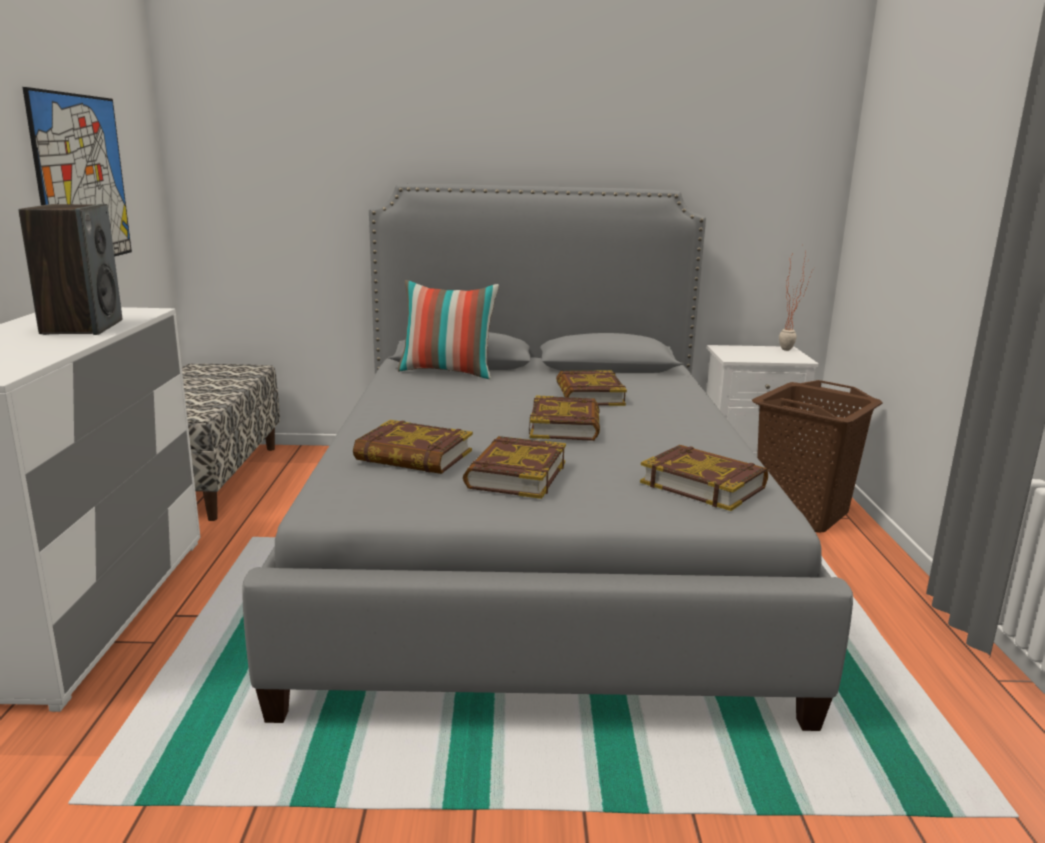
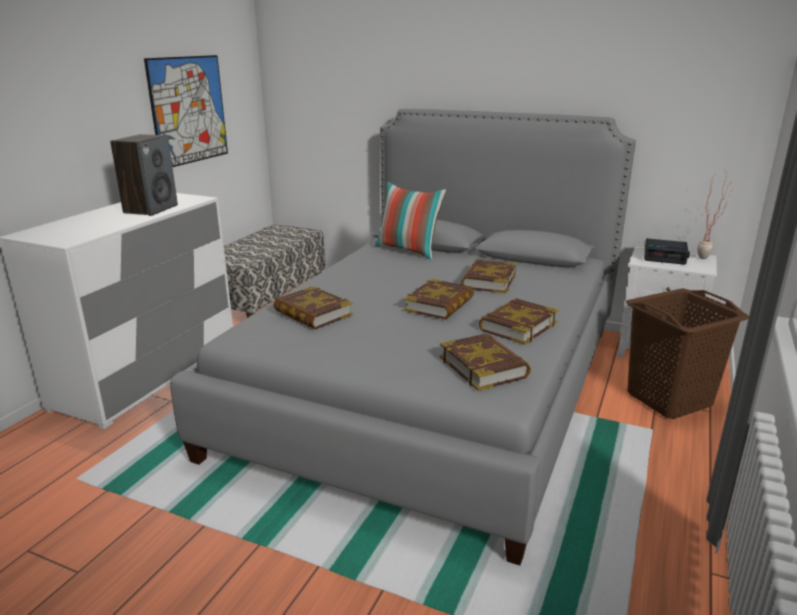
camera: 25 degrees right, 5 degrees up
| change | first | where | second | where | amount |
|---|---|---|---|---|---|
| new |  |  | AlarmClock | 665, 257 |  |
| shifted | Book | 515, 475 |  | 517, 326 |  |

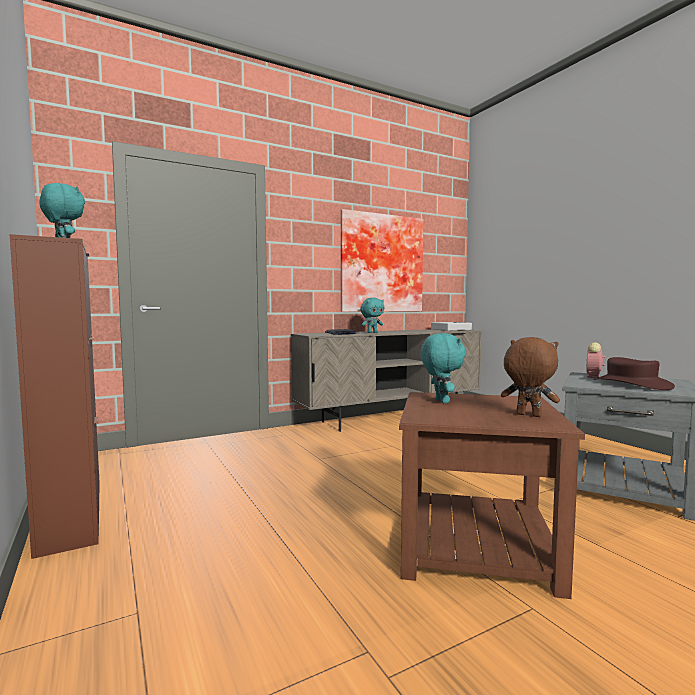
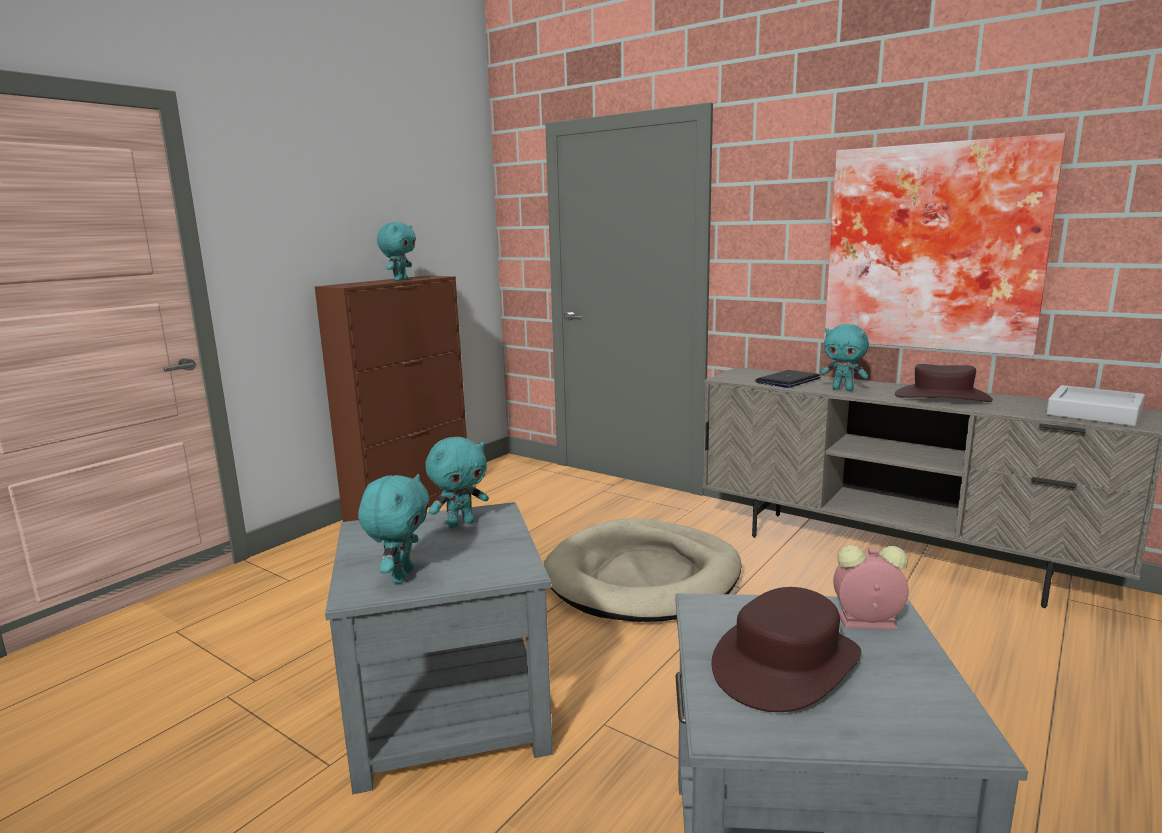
camera: 65 degrees right, 10 degrees up
| change | first | where | second | where | amount |
|---|---|---|---|---|---|
| new |  |  | BeigeDogBed | 643, 577 |  |
| new |  |  | BrownHat | 942, 397 |  |
| repainted | BrownSideTable | 475, 545 | GreySideTable | 449, 710 |  |
| repainted | BrownPlushToy | 528, 415 | TurquoisePlushToy | 401, 576 |  |

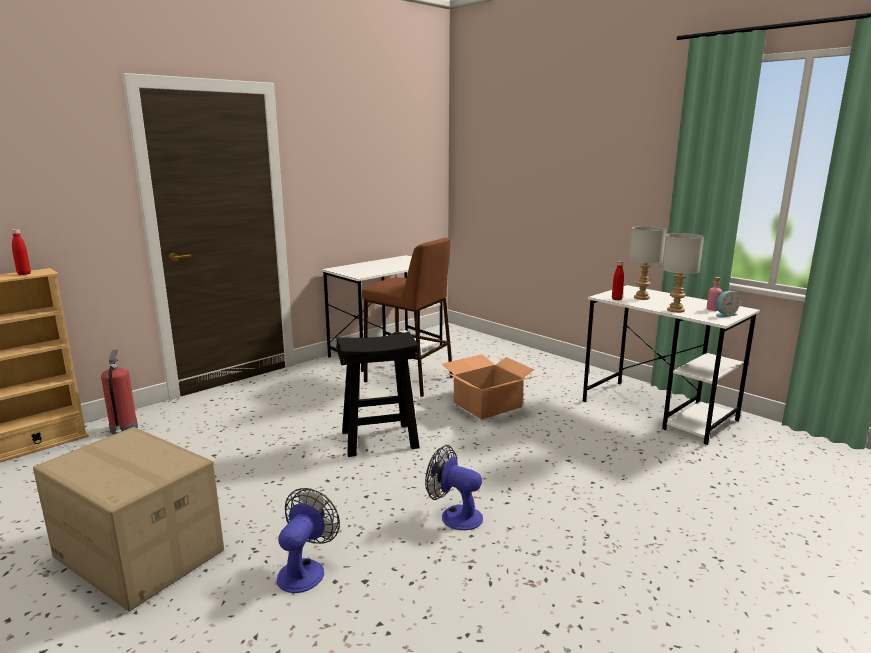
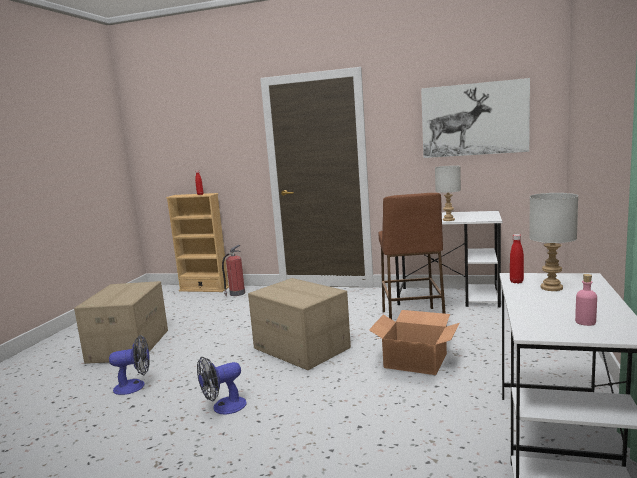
camera: 60 degrees right, 5 degrees down
| change | first | where | second | where | amount |
|---|---|---|---|---|---|
| gone | AlarmClock | 724, 314 |  |  |  |
| new |  |  | Picture | 474, 119 |  |
| shifted | GreyTableLamp | 676, 310 |  | 449, 220 |  |
| swapped | BlackStool | 380, 439 | CardboardBox | 302, 348 |  |
| rotated | Fan | 454, 515 |  | 223, 407 | 120 degrees counterclockwise |

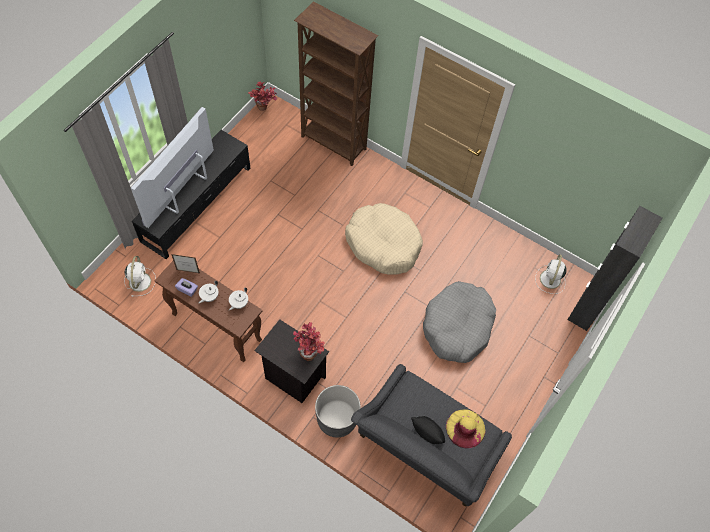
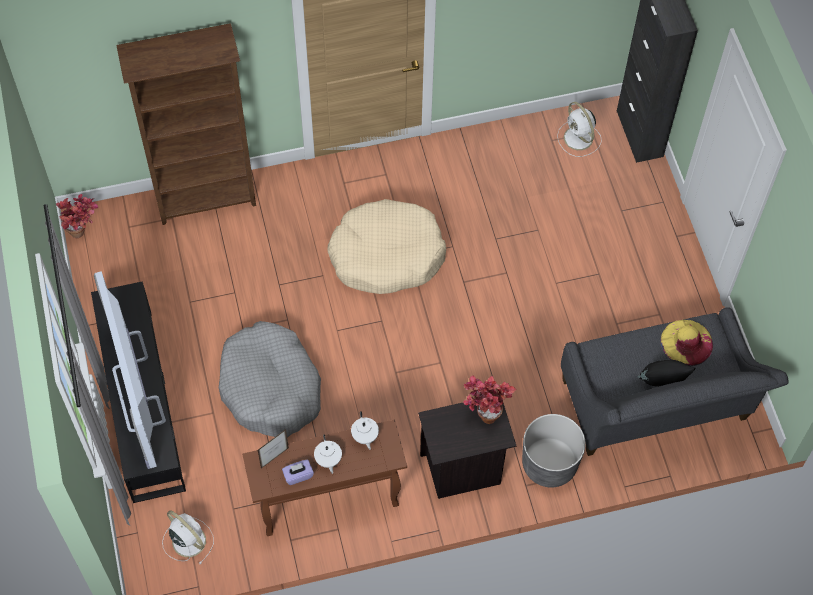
camera: 45 degrees left, 0 degrees up
| change | first | where | second | where | amount |
|---|---|---|---|---|---|
| shifted | GreyDogBed | 457, 327 |  | 271, 387 |  |

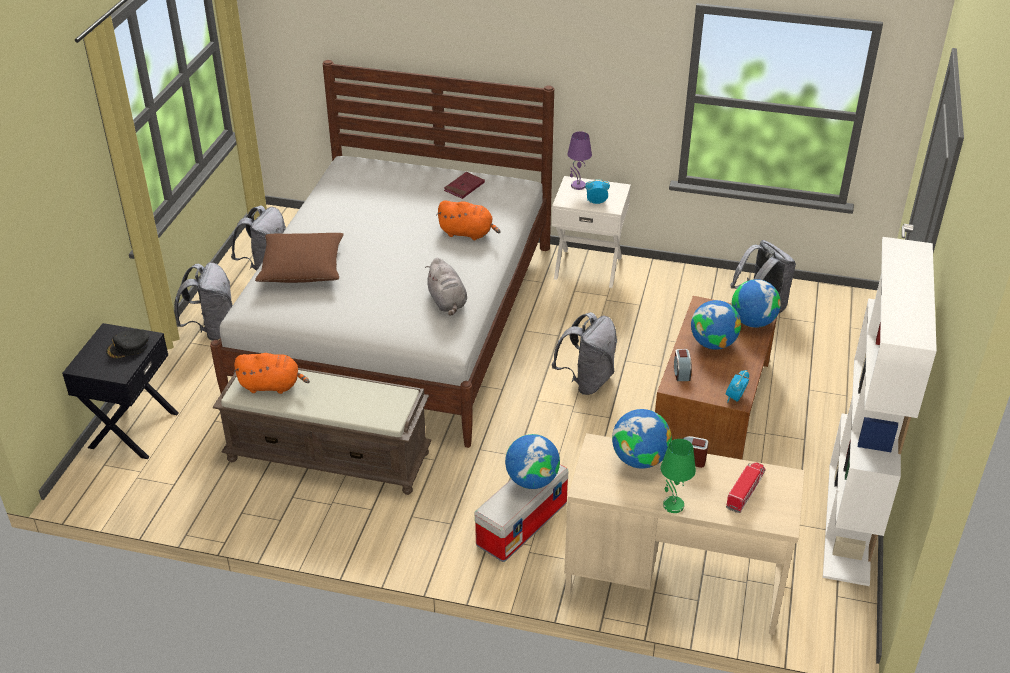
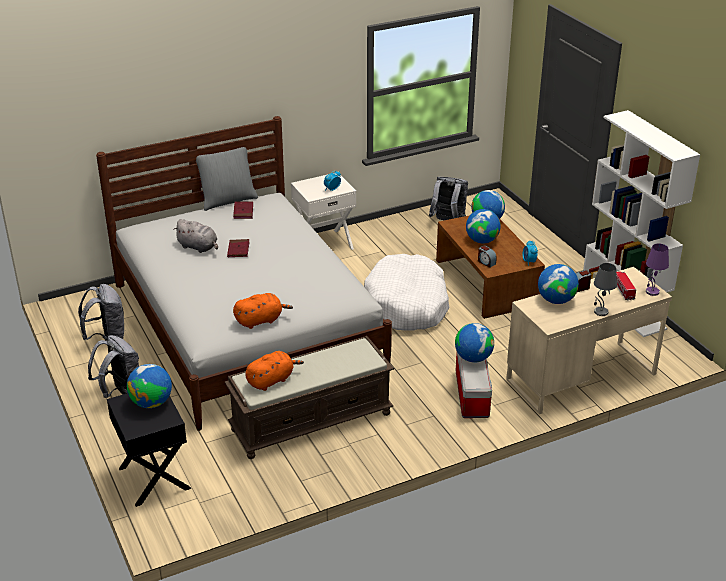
camera: 40 degrees left, 5 degrees down
| change | first | where | second | where | amount |
|---|---|---|---|---|---|
| gone | BrownPillow | 302, 268 |  |  |  |
| new |  |  | GreyPillow | 228, 200 |  |
| new |  |  | RedBook | 238, 250 |  |
| shifted | GreyPlushToy | 447, 302 |  | 199, 247 |  |
| shifted | OrangePlushToy | 468, 233 |  | 260, 320 |  |
| shifted | PurpleTableLamp | 577, 186 |  | 652, 292 |  |
| swapped | BlackCap | 128, 347 | Globe | 151, 403 |  |
| swapped | GreyBackpack | 587, 381 | WhiteDogBed | 407, 305 |  |
| repainted | GreenTableLamp | 672, 505 | GreyTableLamp | 600, 312 |  |

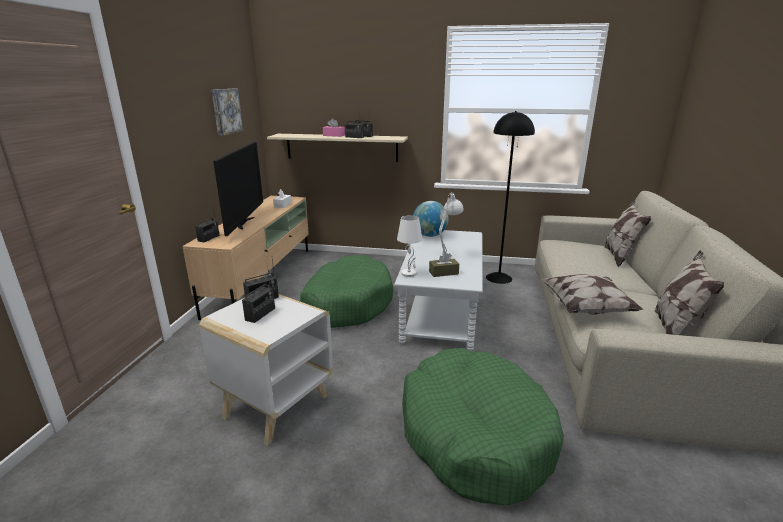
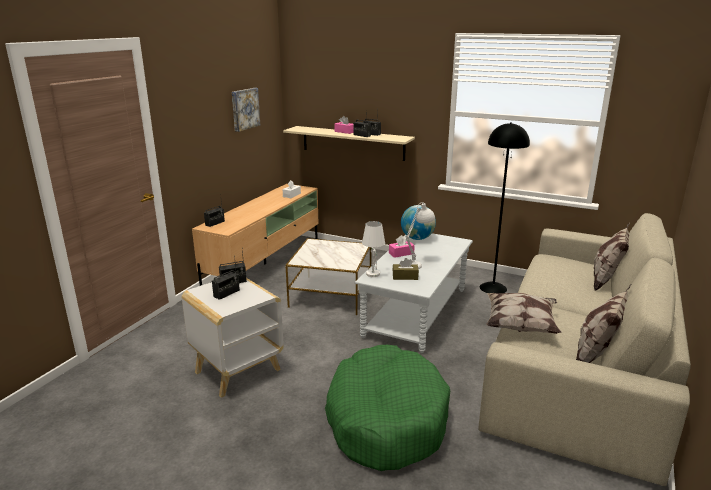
camera: 15 degrees right, 0 degrees up
| change | first | where | second | where | amount |
|---|---|---|---|---|---|
| gone | Television | 244, 223 |  |  |  |
| new |  |  | PinkTissueBox | 401, 253 |  |
| swapped | GreenDogBed | 347, 303 | SideTable | 331, 294 |  |

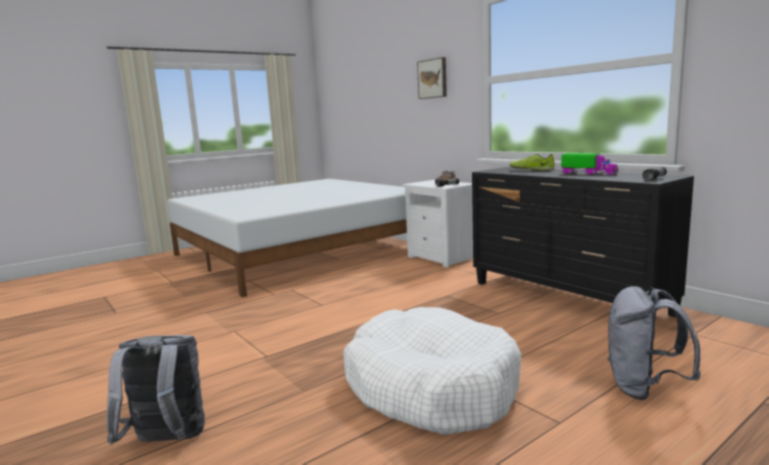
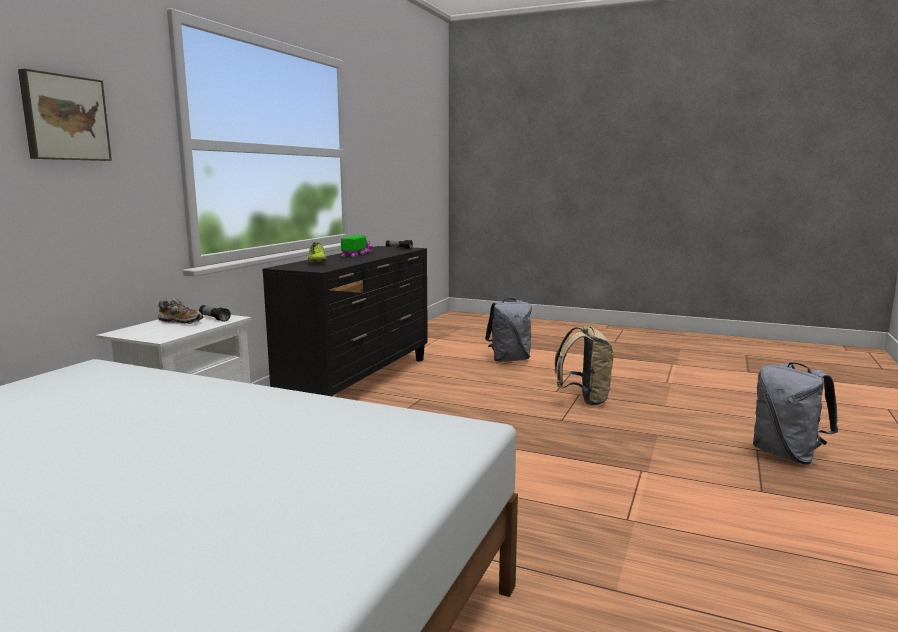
camera: 120 degrees left, 0 degrees up
| change | first | where | second | where | amount |
|---|---|---|---|---|---|
| swapped | WhiteDogBed | 430, 387 | BeigeBackpack | 584, 400 |  |

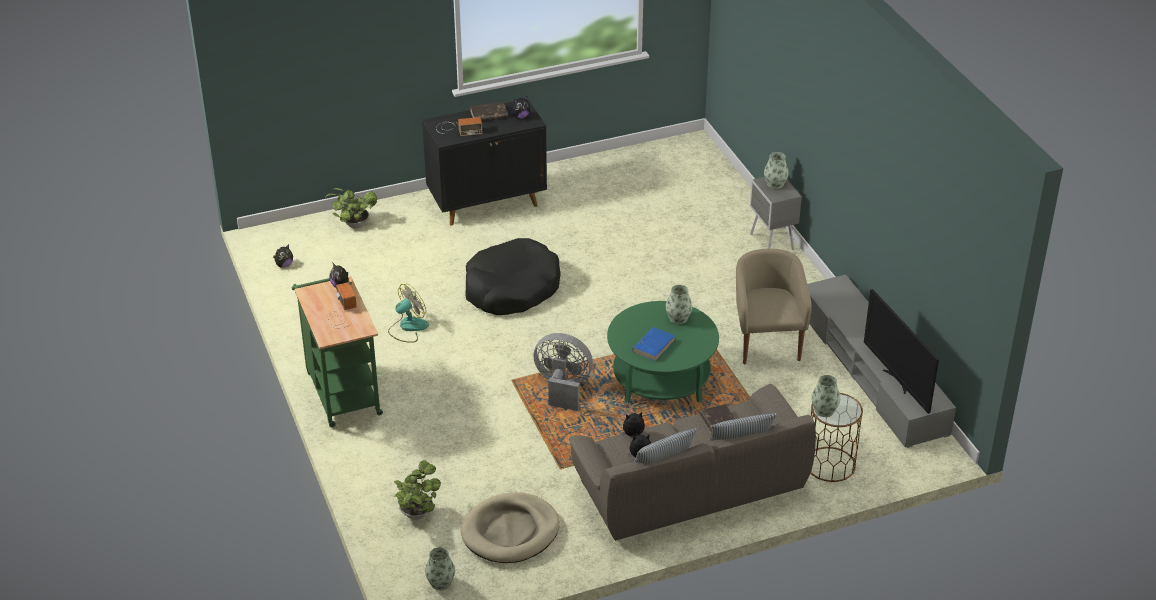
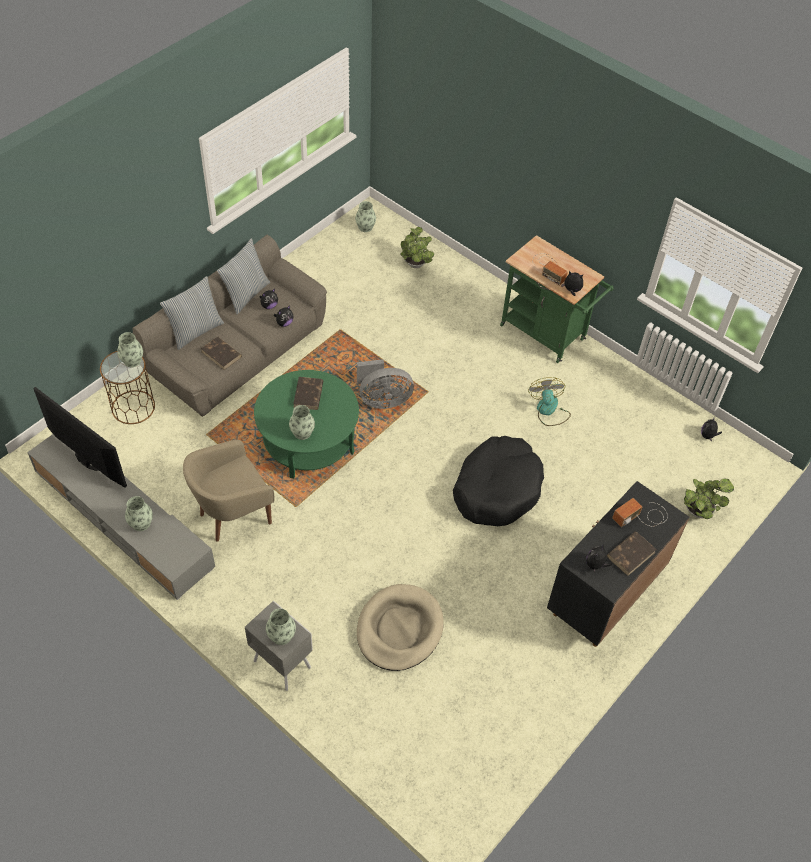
camera: 150 degrees right, 15 degrees up
| change | first | where | second | where | amount |
|---|---|---|---|---|---|
| new |  |  | Vase | 141, 523 |  |
| shifted | BeigeDogBed | 510, 531 |  | 399, 629 |  |
| repainted | BlueBook | 653, 345 | BrownBook | 308, 395 |  |
| rotated | Fan | 408, 328 |  | 548, 411 | 150 degrees clockwise |
| rotated | BeigeArmchair | 766, 343 |  | 232, 515 | 90 degrees clockwise |

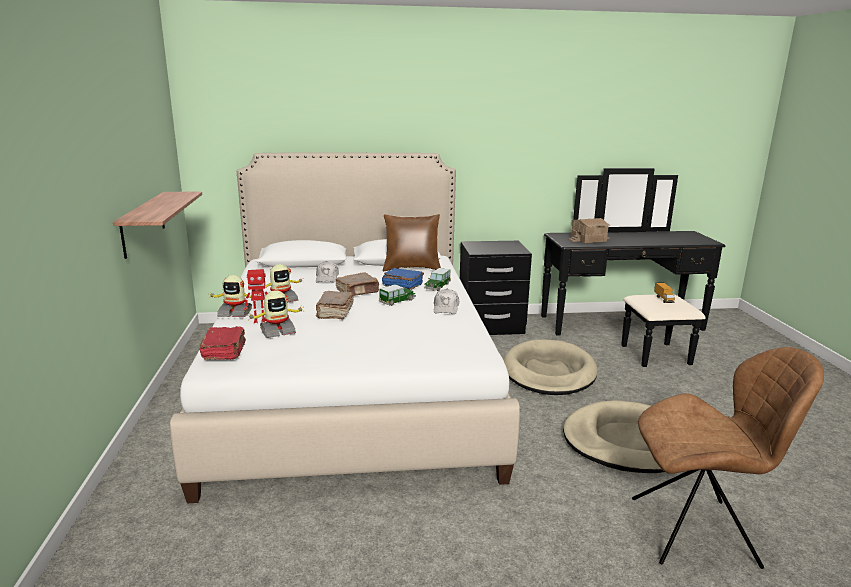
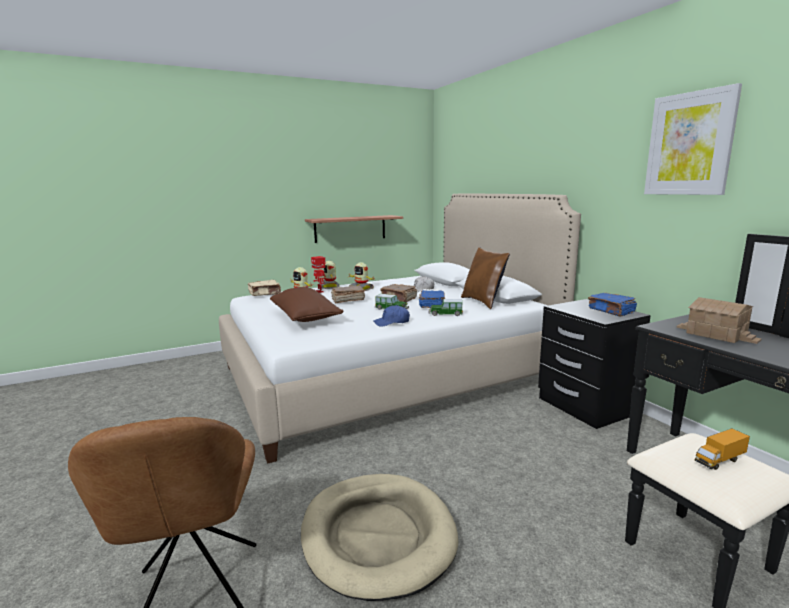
camera: 70 degrees right, 5 degrees down
| change | first | where | second | where | amount |
|---|---|---|---|---|---|
| gone | BeigeDogBed | 549, 372 |  |  |  |
| new |  |  | BrownPillow | 305, 318 |  |
| new |  |  | BlueBook | 611, 311 |  |
| new |  |  | Picture | 689, 144 |  |
| repainted | RedBook | 225, 351 | BeigeBook | 265, 294 |  |
| repainted | WhiteCap | 446, 308 | BlueCap | 391, 322 |  |

